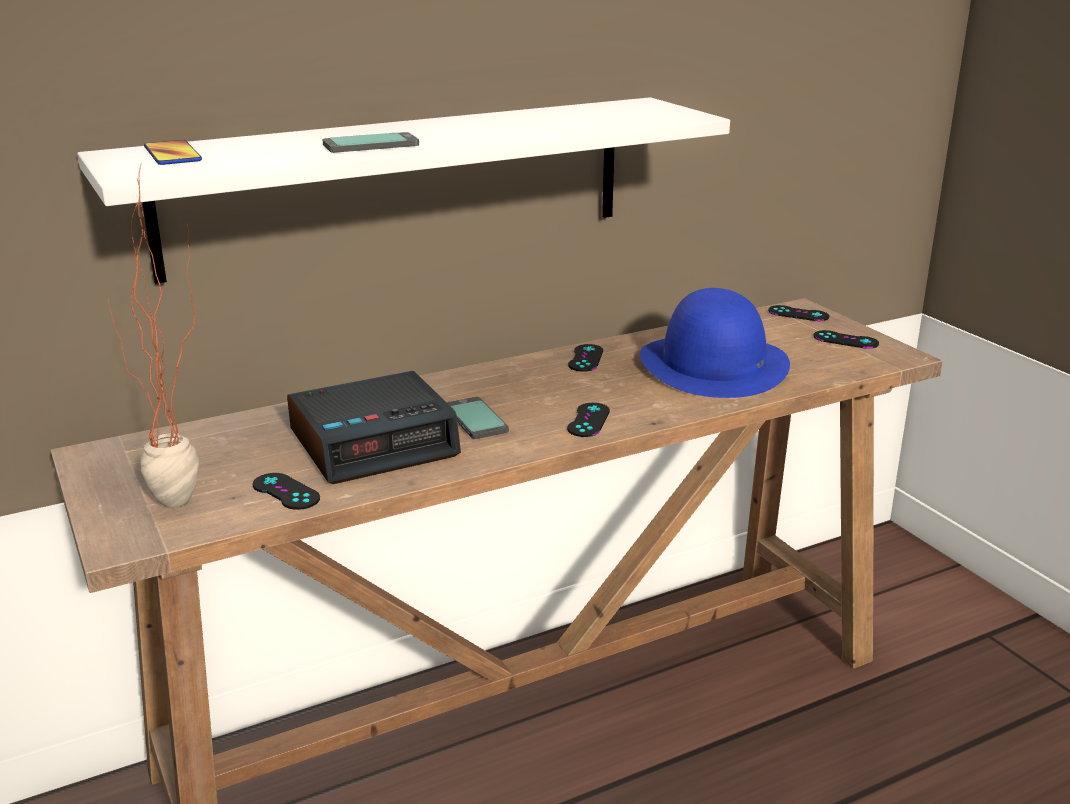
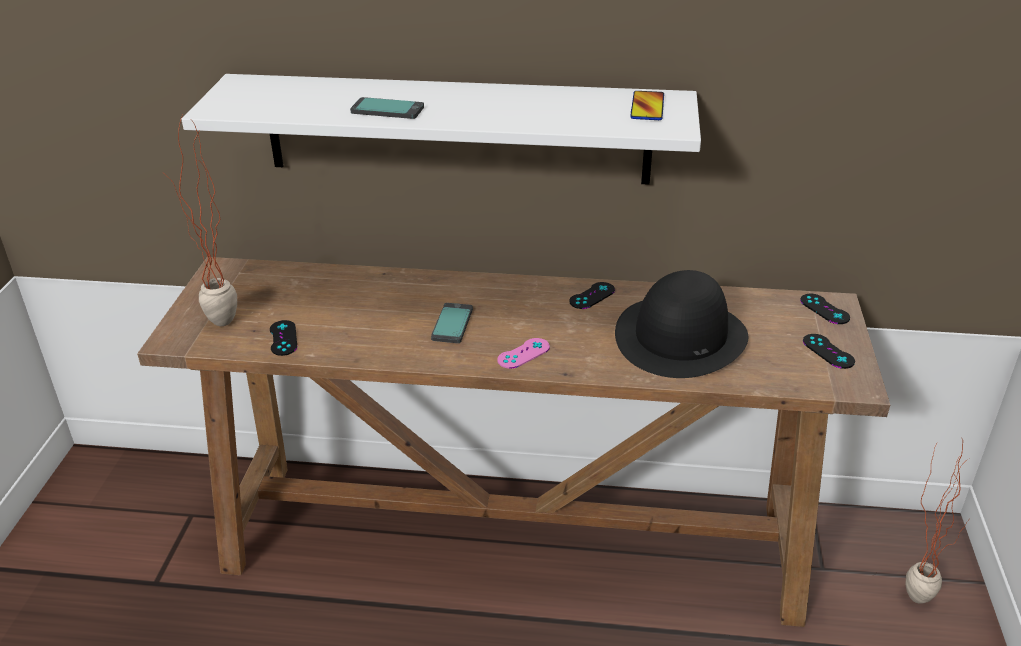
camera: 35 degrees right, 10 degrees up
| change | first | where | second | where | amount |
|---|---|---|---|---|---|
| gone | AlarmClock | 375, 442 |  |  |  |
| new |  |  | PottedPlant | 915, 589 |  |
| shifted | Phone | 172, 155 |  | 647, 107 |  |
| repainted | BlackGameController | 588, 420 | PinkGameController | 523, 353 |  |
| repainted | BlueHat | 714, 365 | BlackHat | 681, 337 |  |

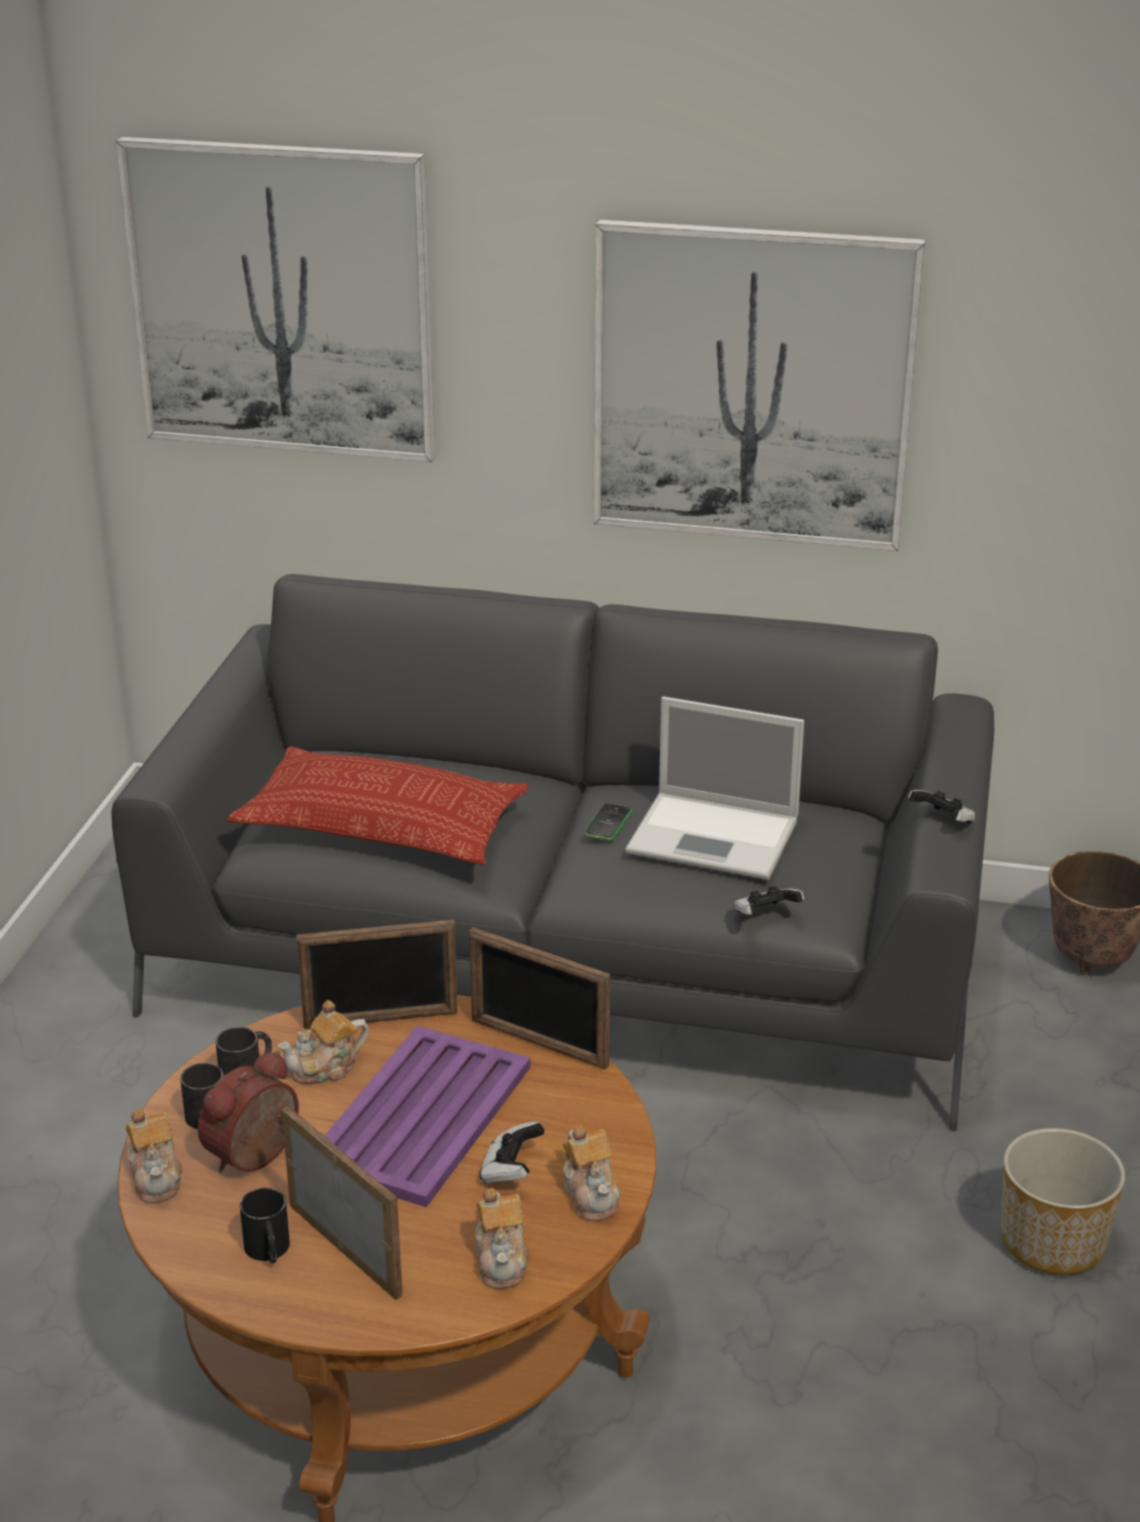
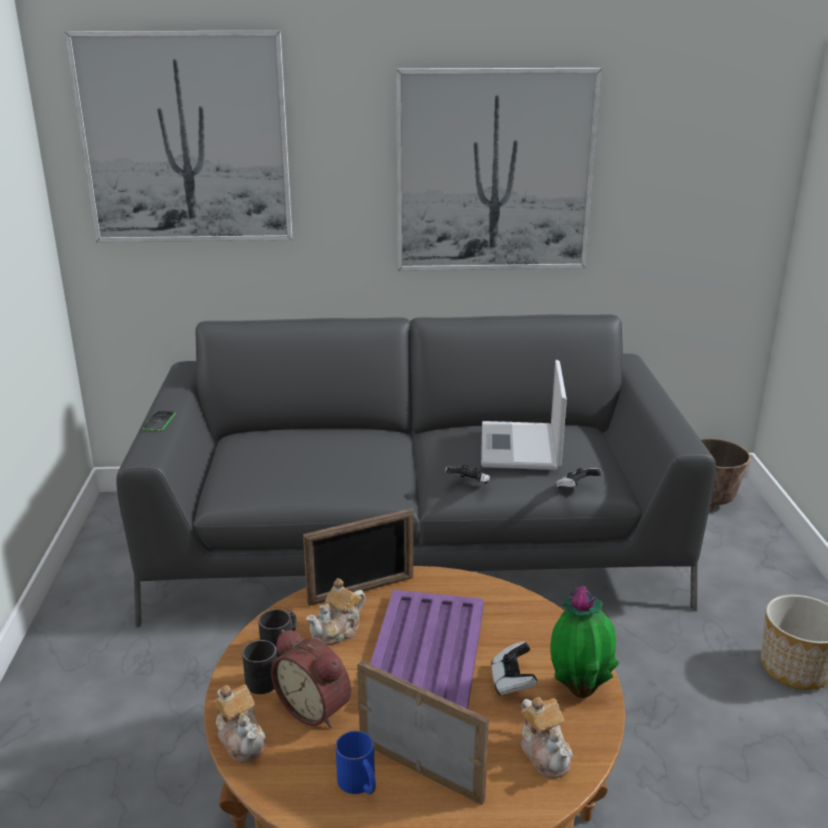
camera: 15 degrees left, 5 degrees down
| change | first | where | second | where | amount |
|---|---|---|---|---|---|
| gone | Pillow | 382, 823 |  |  |  |
| gone | PictureFrame | 538, 1043 |  |  |  |
| shifted | Phone | 608, 823 |  | 159, 422 |  |
| shifted | GameController | 942, 822 |  | 468, 484 |  |
| swapped | Teapot | 591, 1194 | PottedPlant | 579, 689 |  |
| repainted | BlackMug | 268, 1251 | BlueMug | 360, 784 |  |
| rotated | AlarmClock | 256, 1158 |  | 316, 708 | 75 degrees counterclockwise |
| rotated | Laptop | 716, 837 |  | 520, 447 | 90 degrees clockwise |

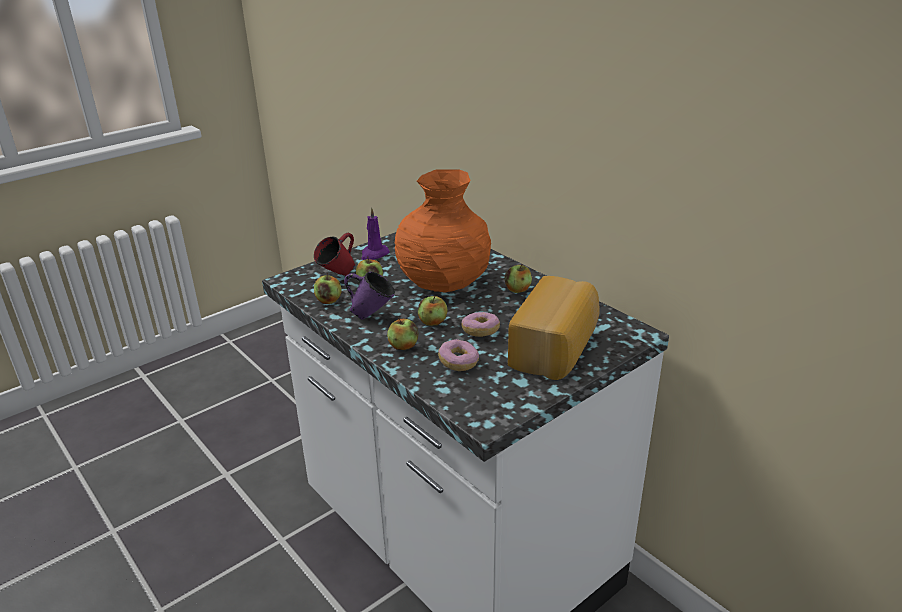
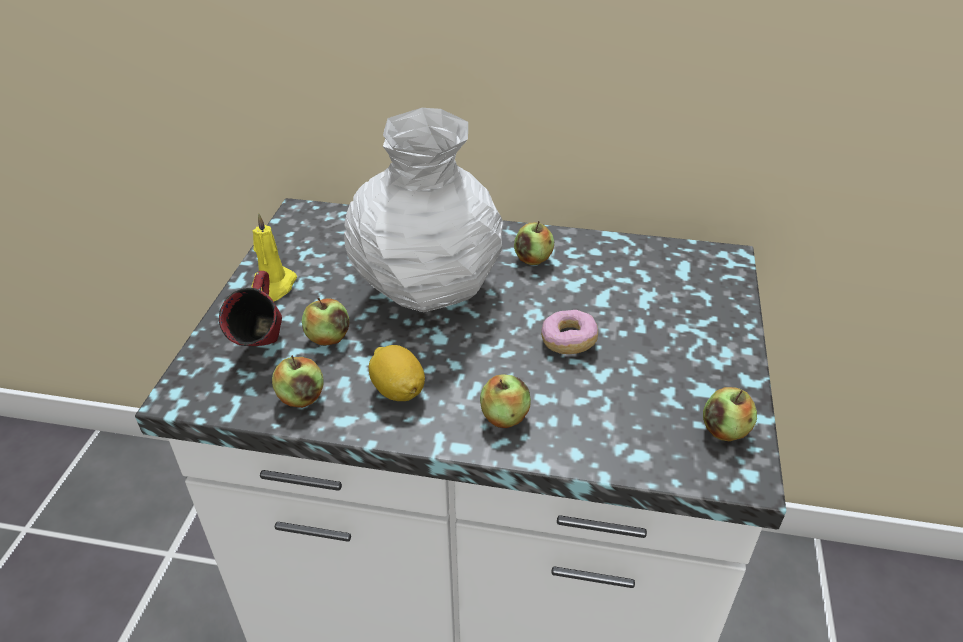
camera: 40 degrees left, 10 degrees up
| change | first | where | second | where | amount |
|---|---|---|---|---|---|
| gone | Donut | 458, 363 |  |  |  |
| gone | Bread | 555, 349 |  |  |  |
| shifted | Apple | 433, 322 |  | 725, 430 |  |
| swapped | PurpleMug | 371, 315 | Lemon | 398, 390 |  |
| repainted | PurpleCandle | 374, 254 | YellowCandle | 273, 286 |  |
| repainted | OrangeVase | 442, 283 | WhiteVase | 429, 290 |  |

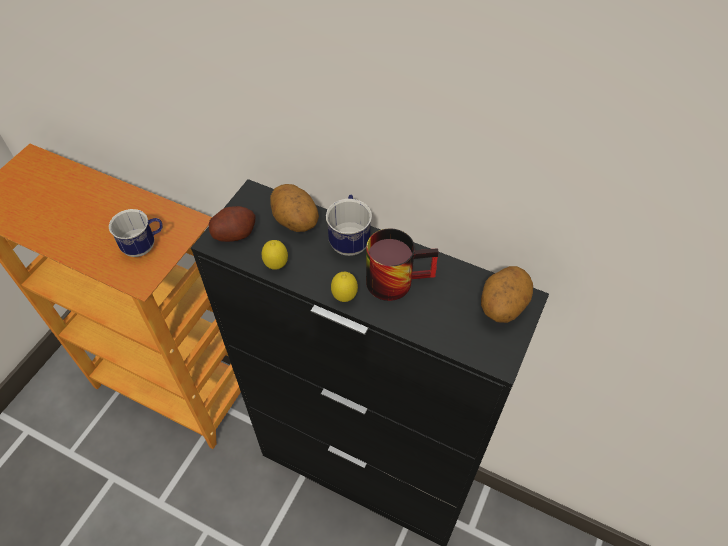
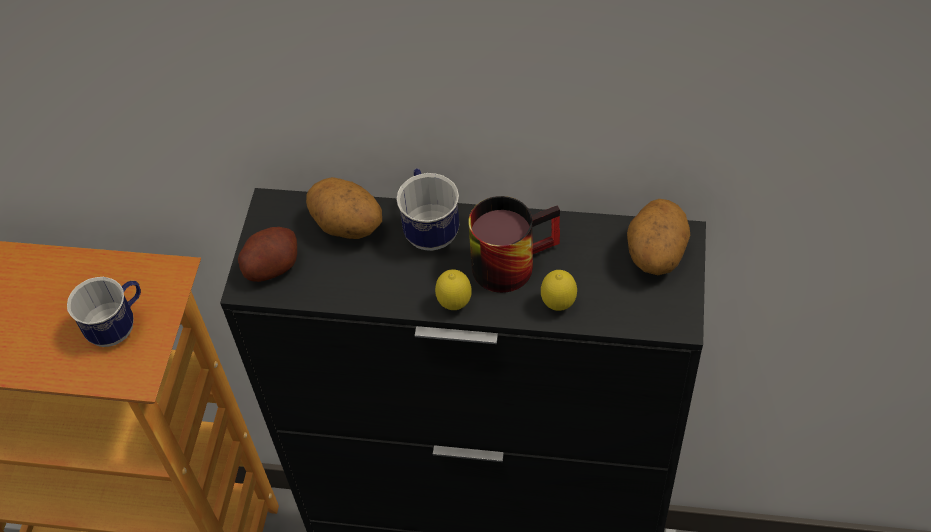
camera: 15 degrees left, 0 degrees up
| change | first | where | second | where | amount |
|---|---|---|---|---|---|
| shifted | Lemon | 276, 266 |  | 558, 305 |  |

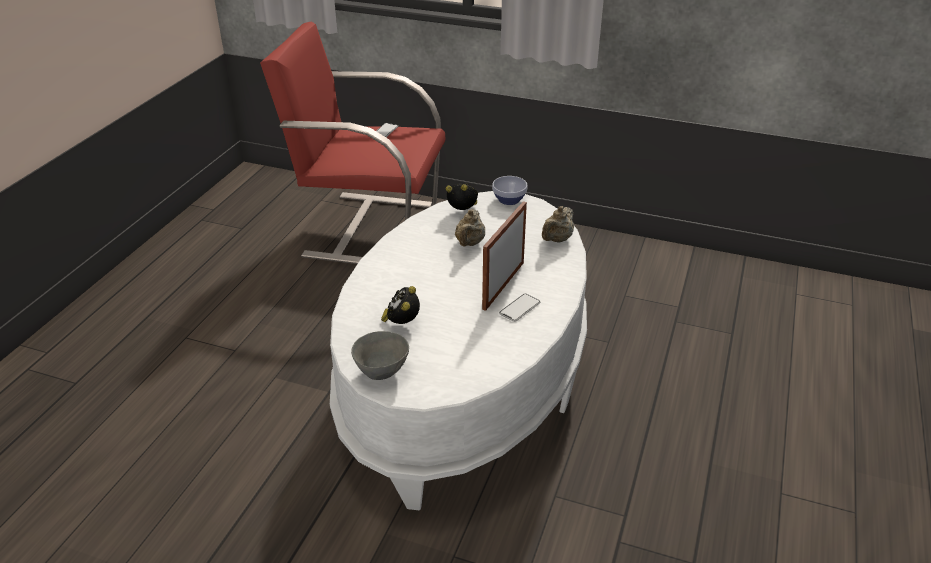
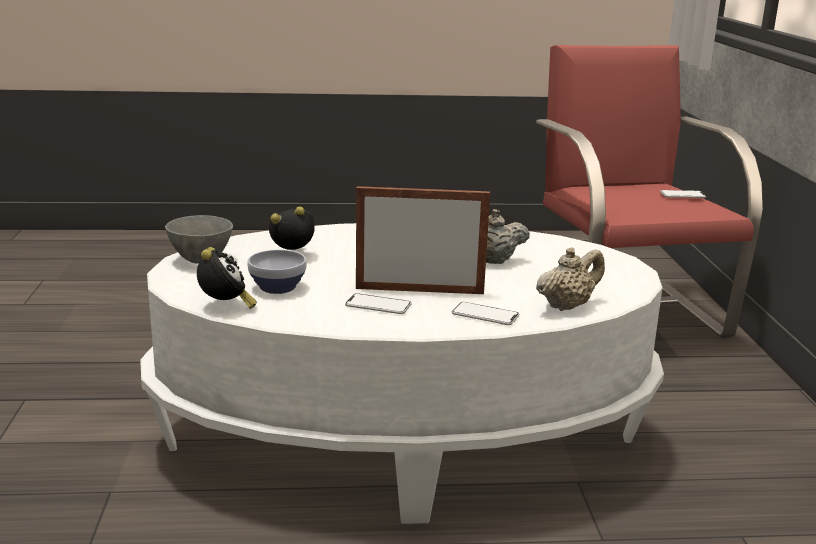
camera: 65 degrees right, 15 degrees down
| change | first | where | second | where | amount |
|---|---|---|---|---|---|
| new |  |  | Phone | 485, 315 |  |
| shifted | AlarmClock | 463, 212 |  | 225, 307 |  |
| shifted | Bowl | 510, 200 |  | 277, 288 |  |
| rotated | BeigeTeapot | 557, 240 |  | 567, 306 | 135 degrees clockwise |

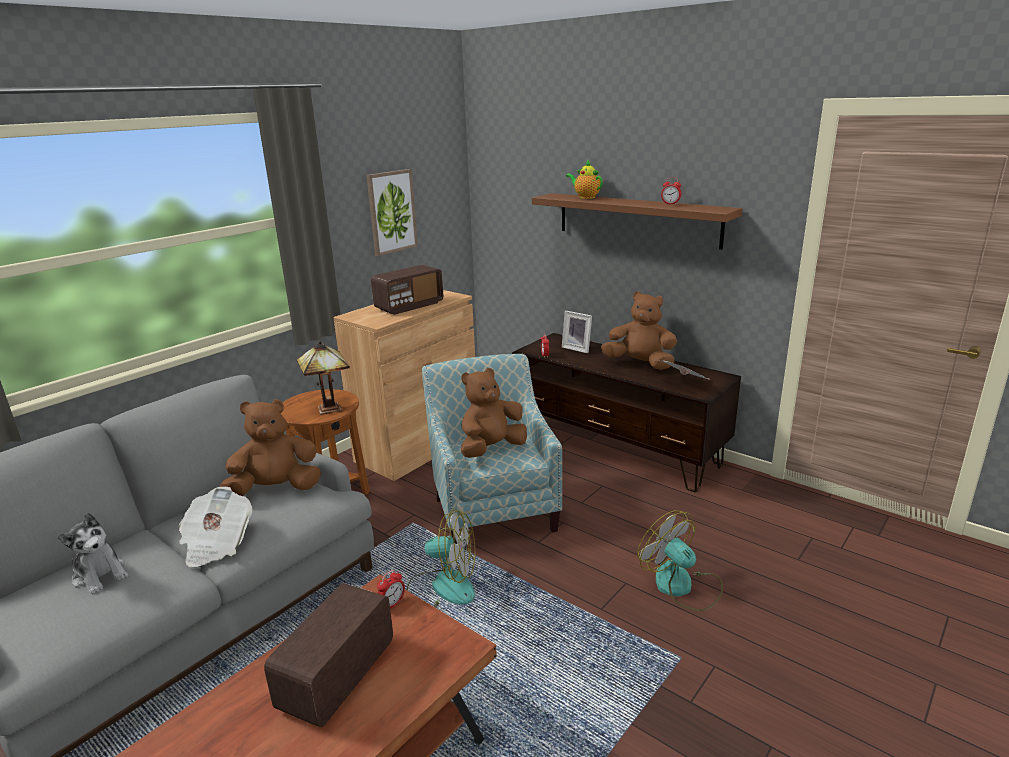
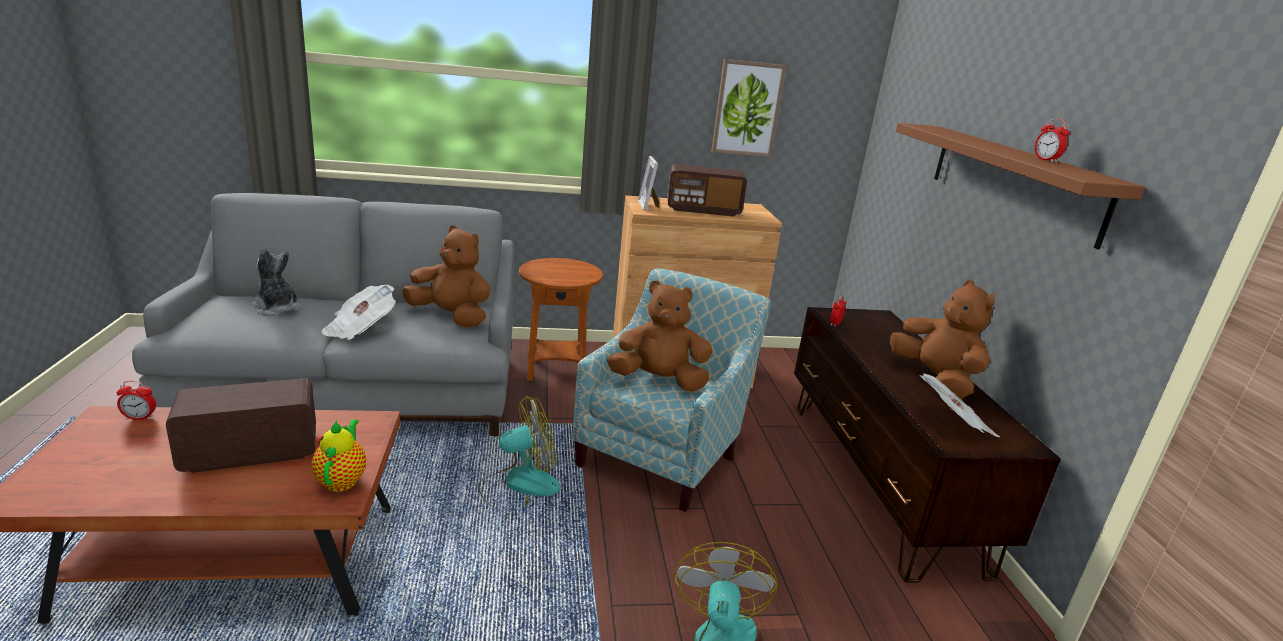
camera: 40 degrees right, 0 degrees up
| change | first | where | second | where | amount |
|---|---|---|---|---|---|
| gone | TableLamp | 327, 408 |  |  |  |
| shifted | AlarmClock | 392, 604 |  | 140, 418 |  |
| shifted | PictureFrame | 578, 348 |  | 649, 206 |  |
| shifted | Teapot | 585, 197 |  | 342, 479 |  |
| rotated | PlushToy | 100, 575 |  | 277, 308 | 135 degrees clockwise |
| rotated | Fan | 442, 588 |  | 519, 486 | 75 degrees counterclockwise |

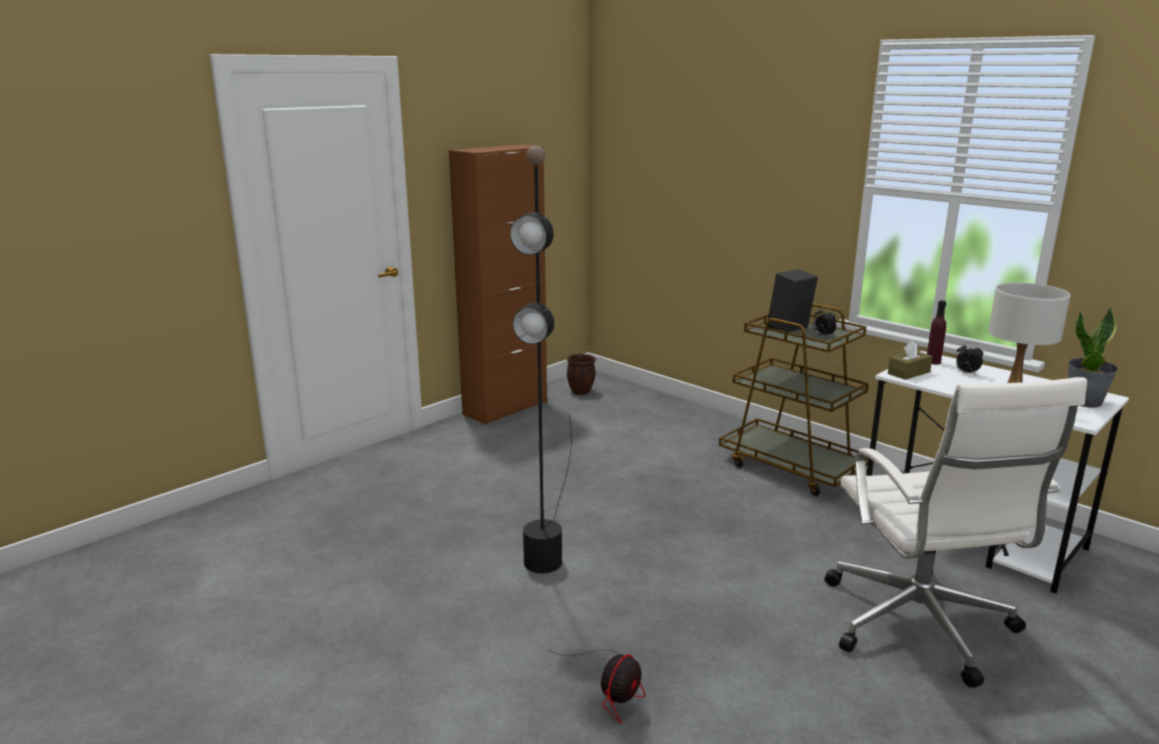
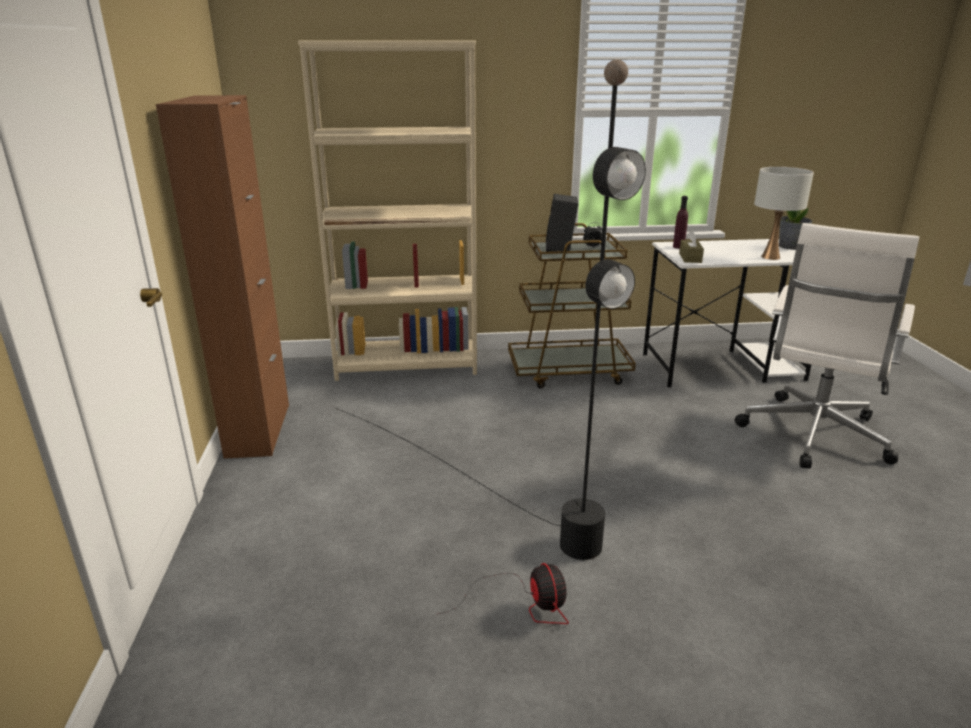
camera: 50 degrees left, 5 degrees up
| change | first | where | second | where | amount |
|---|---|---|---|---|---|
| gone | BrownPlanter | 581, 392 |  |  |  |
| gone | AlarmClock | 966, 373 |  |  |  |
| new |  |  | BeigeBookcase | 407, 365 |  |
| shifted | Fan | 614, 689 |  | 524, 604 |  |
| rotated | WhiteOfficeChair | 919, 626 |  | 812, 435 | 90 degrees clockwise |

